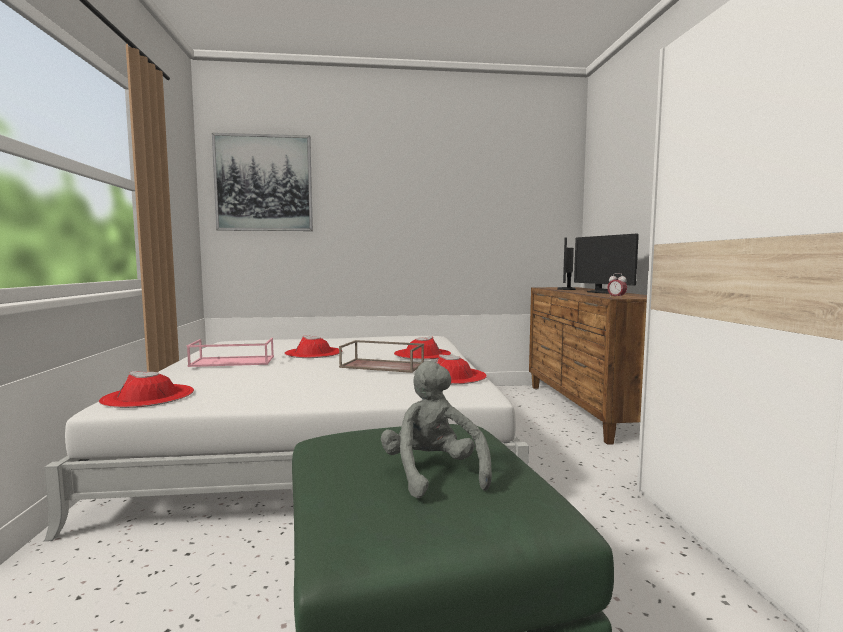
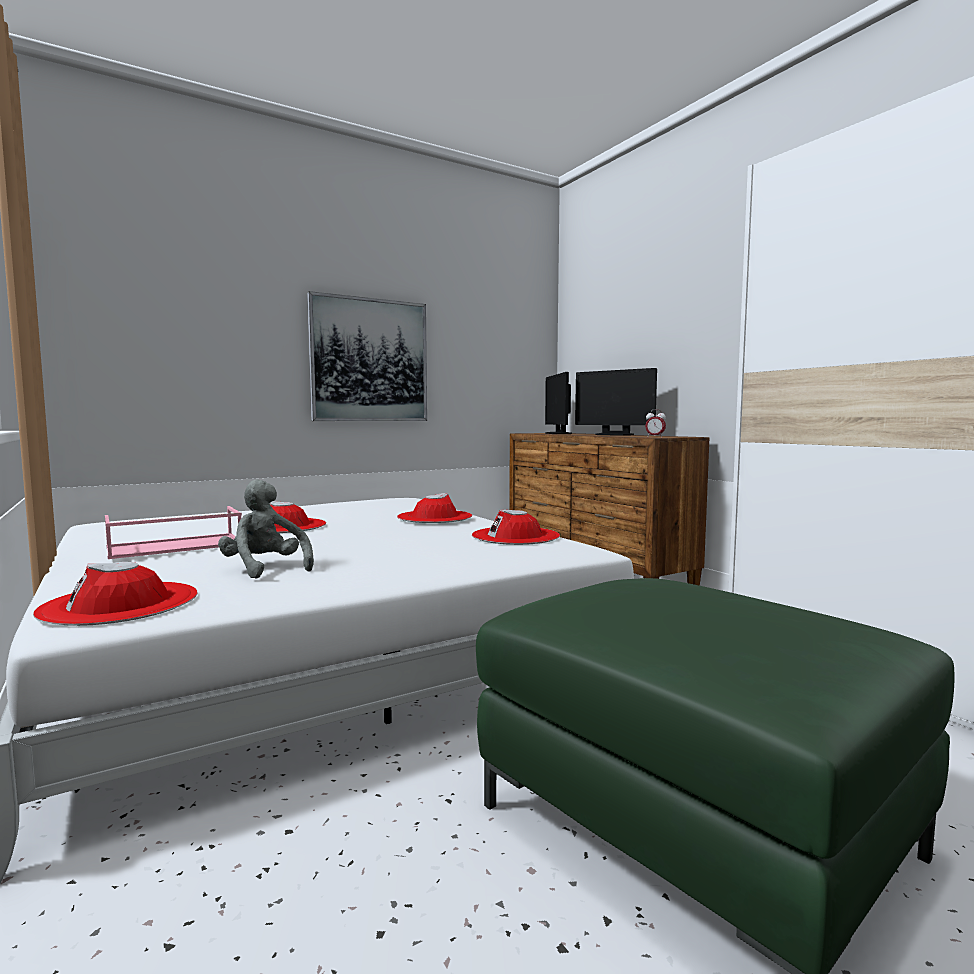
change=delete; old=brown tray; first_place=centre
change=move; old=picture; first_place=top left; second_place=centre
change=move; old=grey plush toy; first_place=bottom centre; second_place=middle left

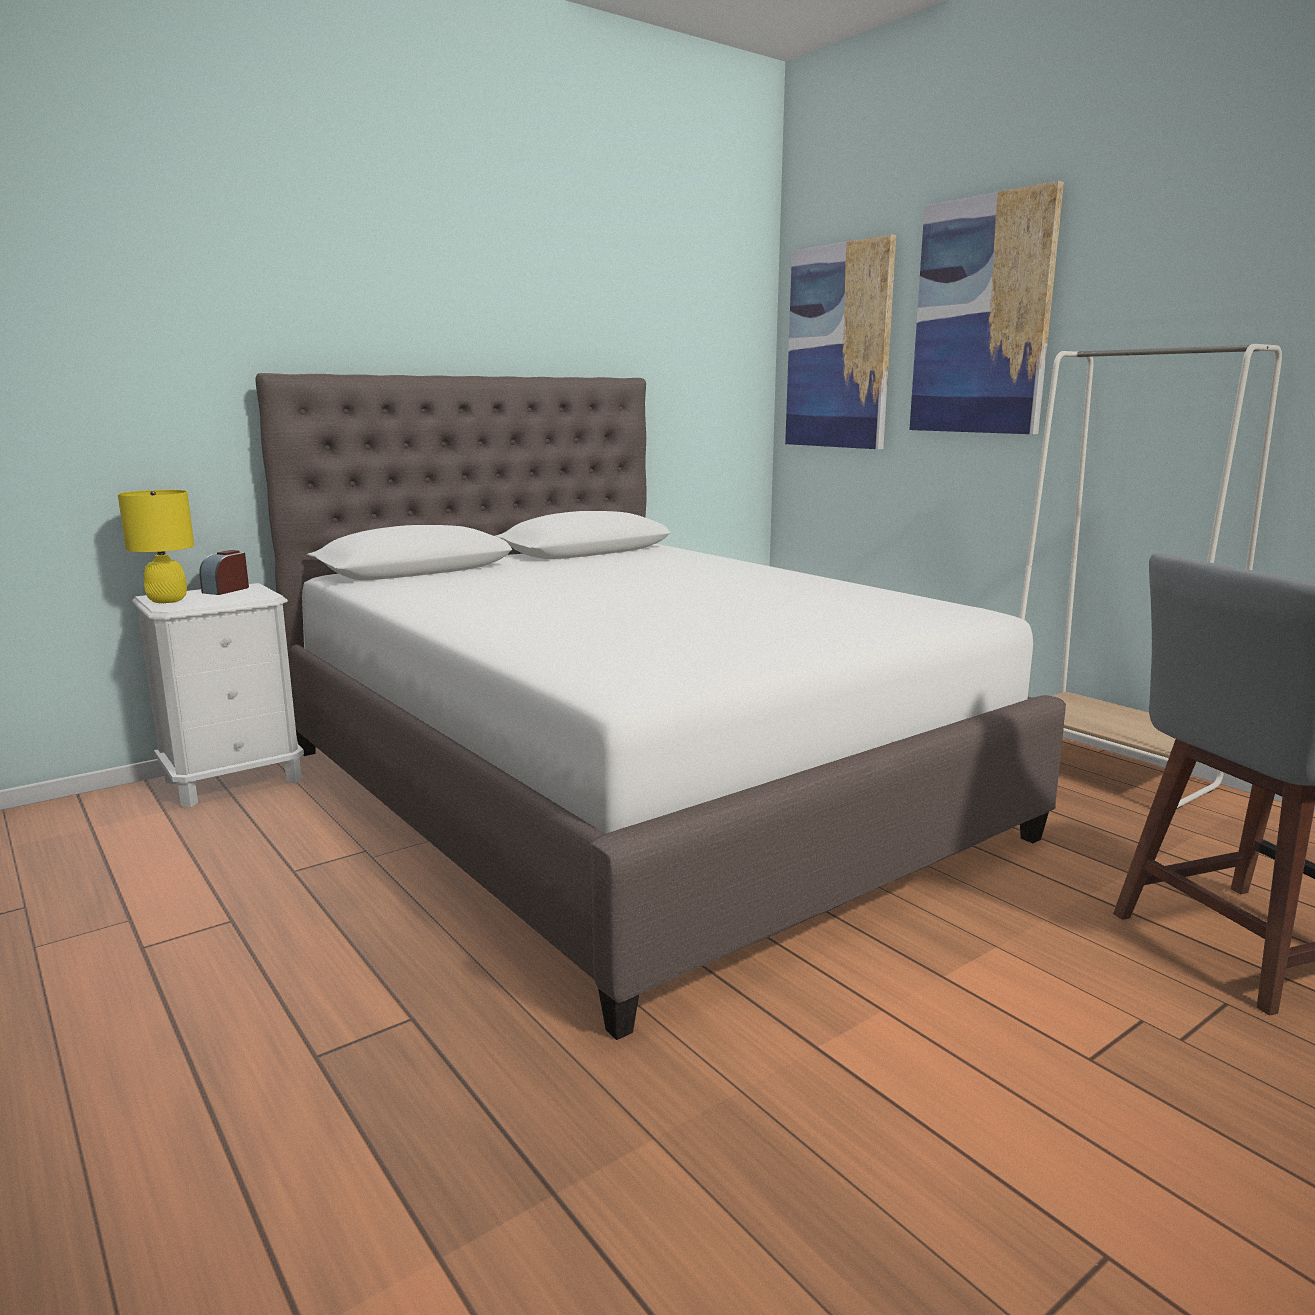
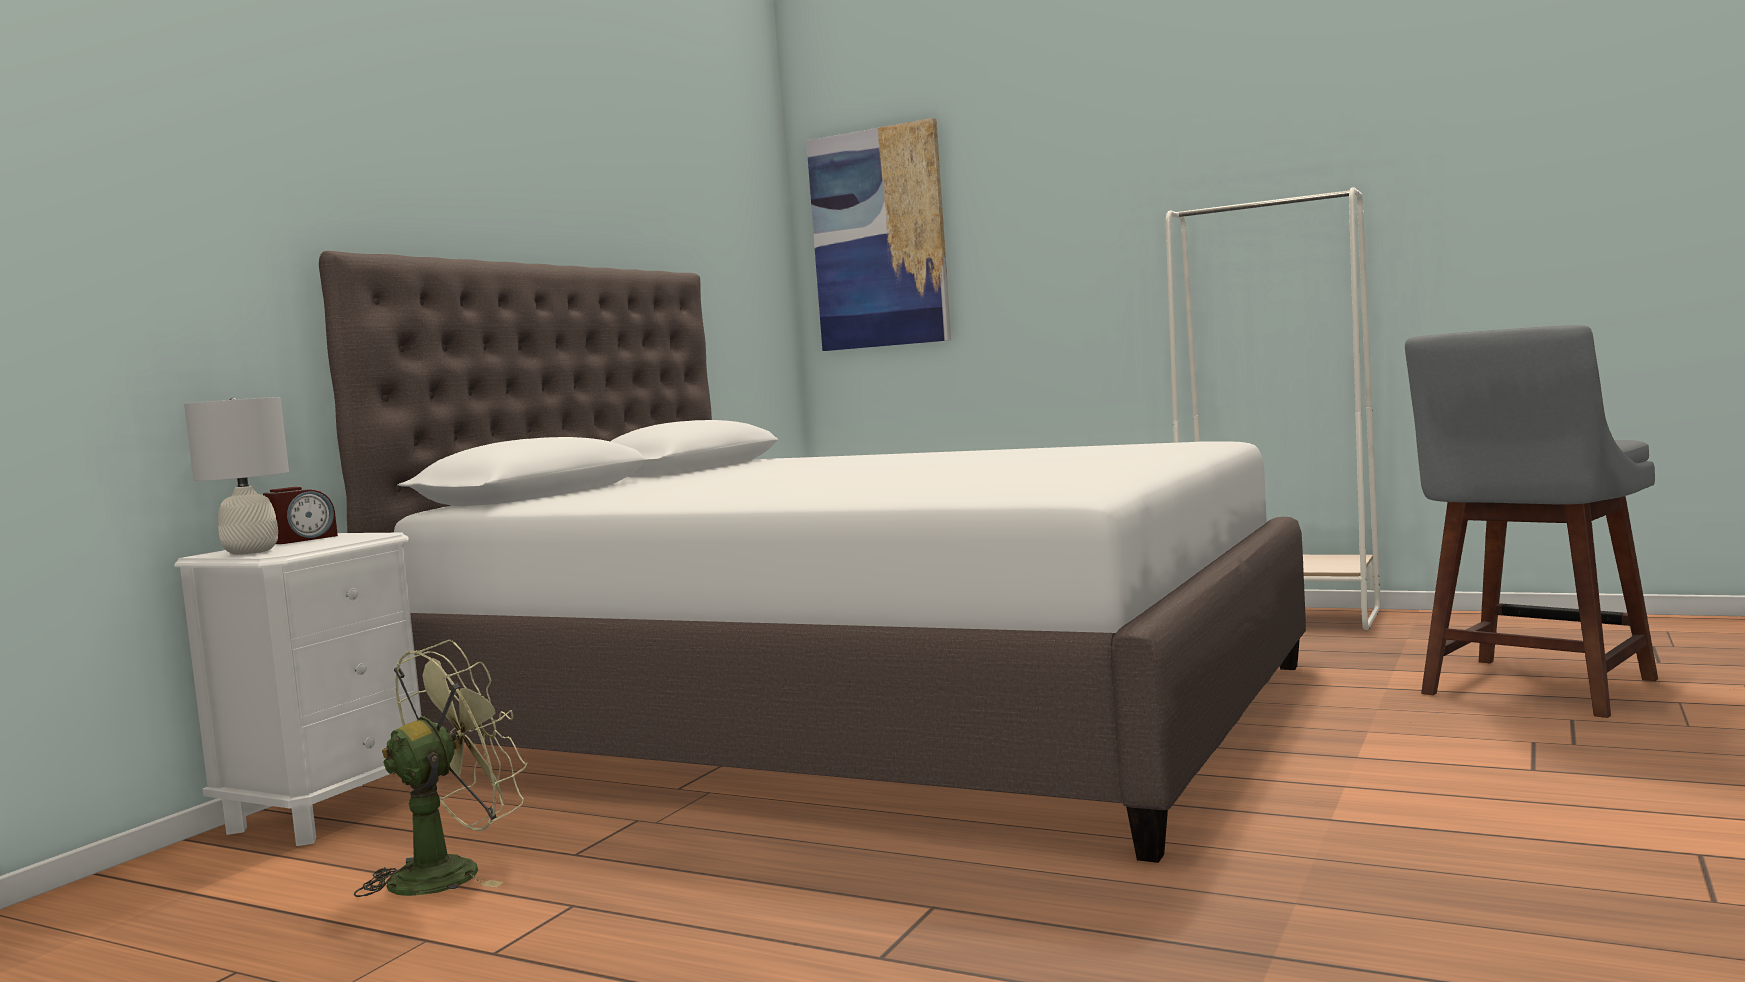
change=delete; old=picture (2nd from left); first_place=top right
change=insert; new=green fan; second_place=bottom left
change=recolor; old=yellow table lamp; new=grey table lamp; first_place=middle left; second_place=middle left
change=rotate; old=alarm clock; first_place=middle left; second_place=middle left; degrees=-135

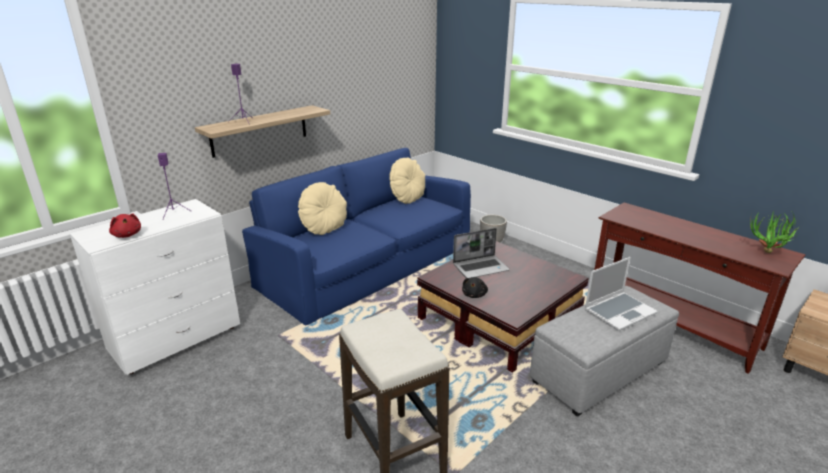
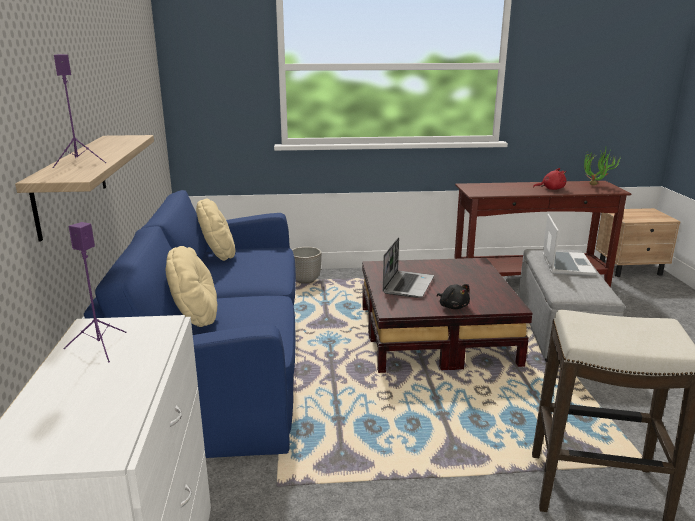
change=move; old=red plush toy; first_place=middle left; second_place=middle right

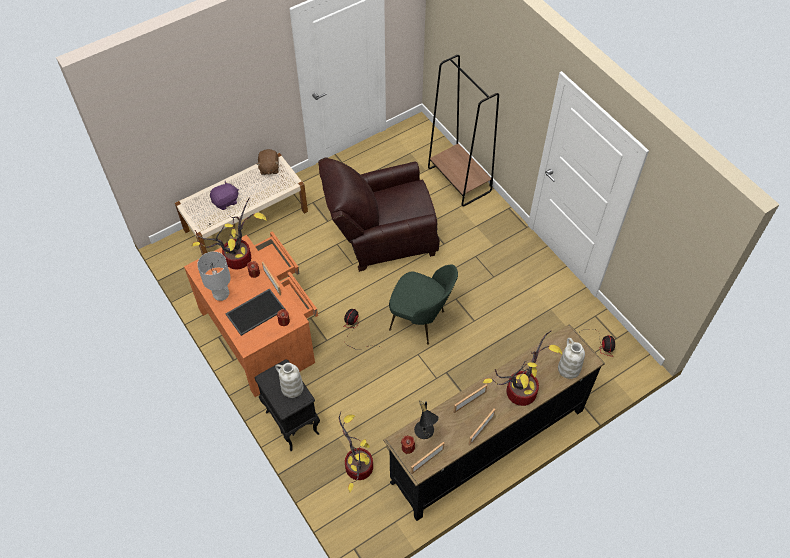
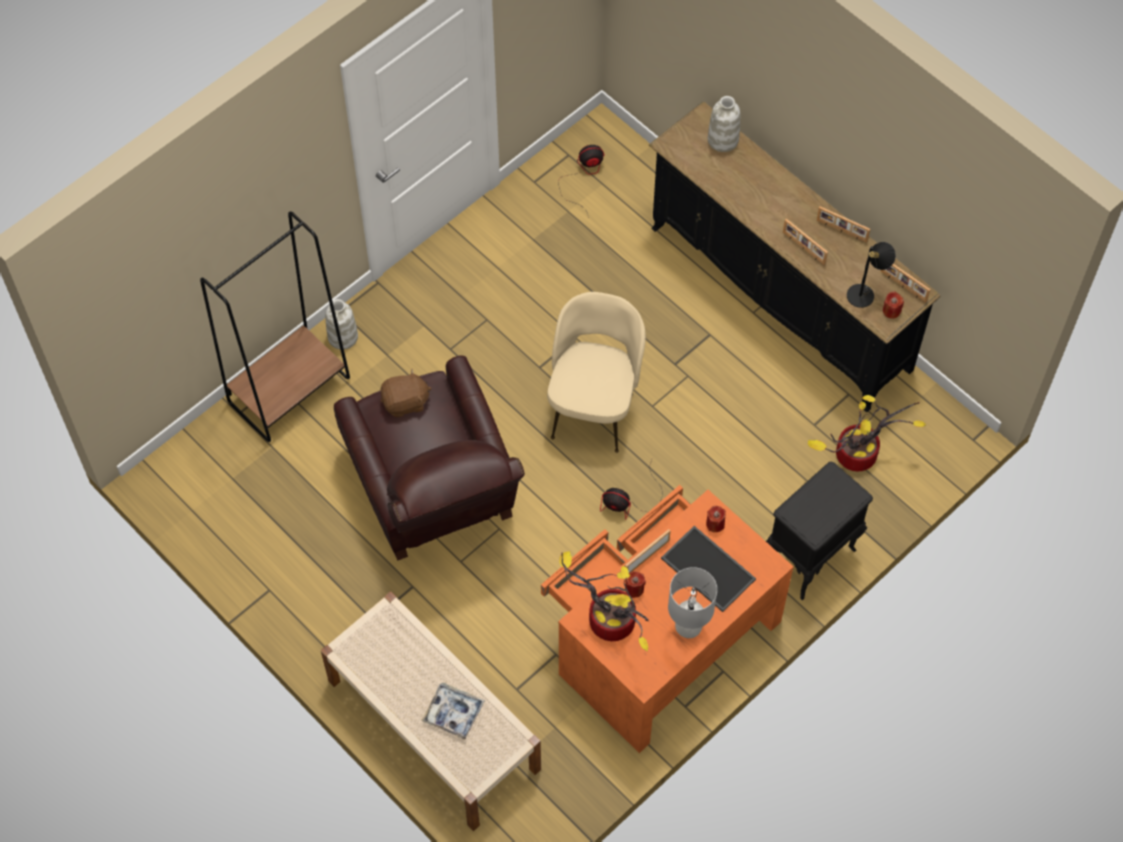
change=delete; old=potted plant (3rd from left); first_place=centre
change=move; old=brown plush toy; first_place=top centre; second_place=centre
change=move; old=white vase (1st from left); first_place=bottom centre; second_place=middle left
change=replace; old=purple plush toy; new=tray (1st from left); first_place=middle left; second_place=bottom centre
change=recolor; old=green chair; new=beige chair; first_place=centre; second_place=centre

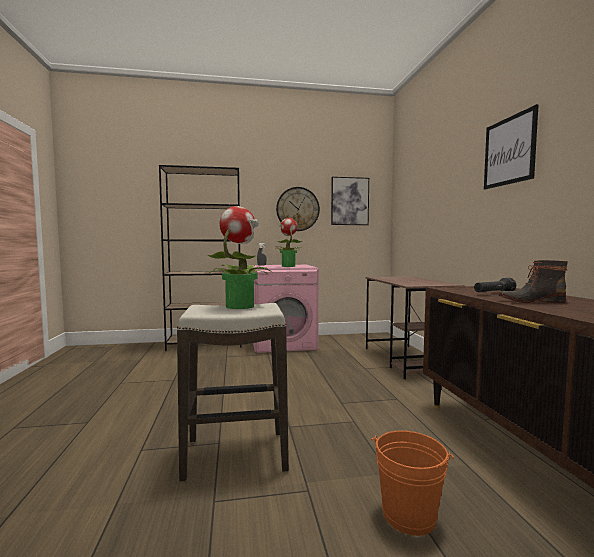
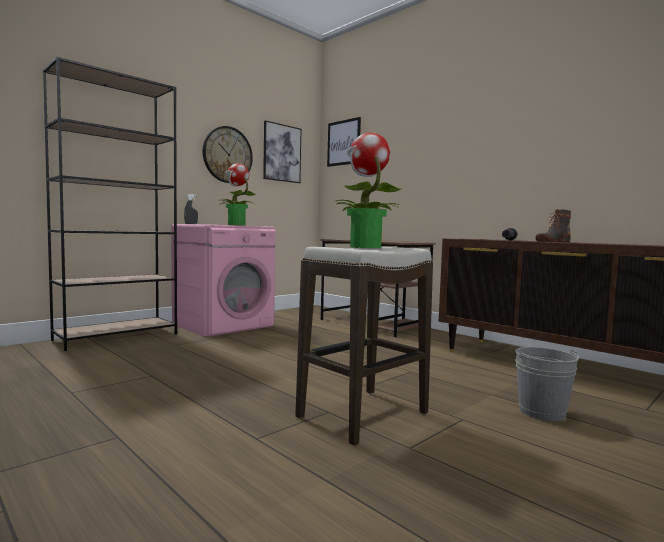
change=move; old=picture (2nd from left); first_place=top right; second_place=top centre
change=recolor; old=orange bucket; new=grey bucket; first_place=bottom right; second_place=bottom right

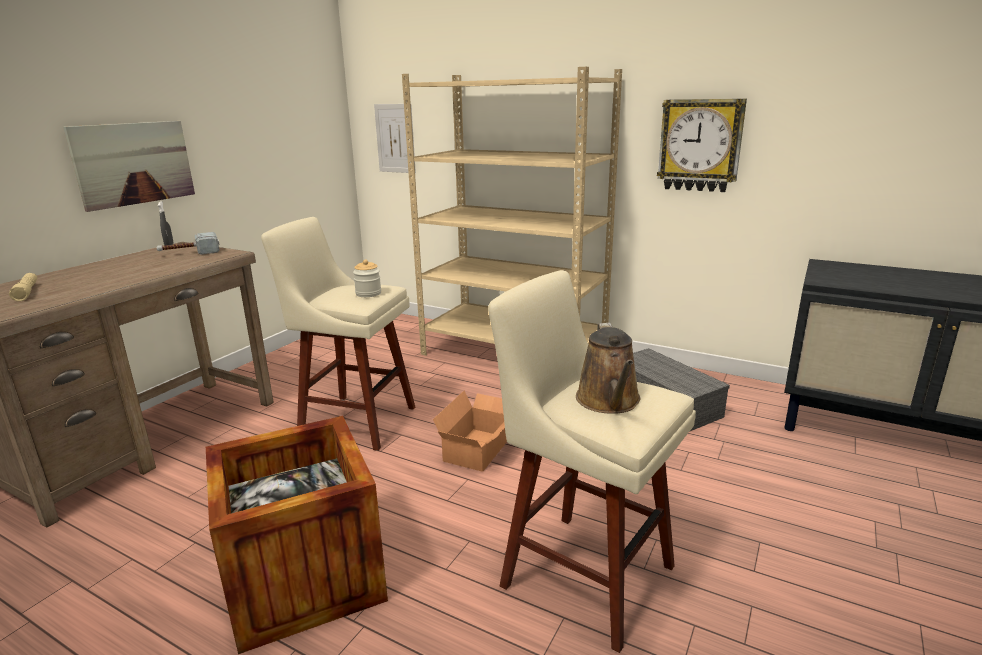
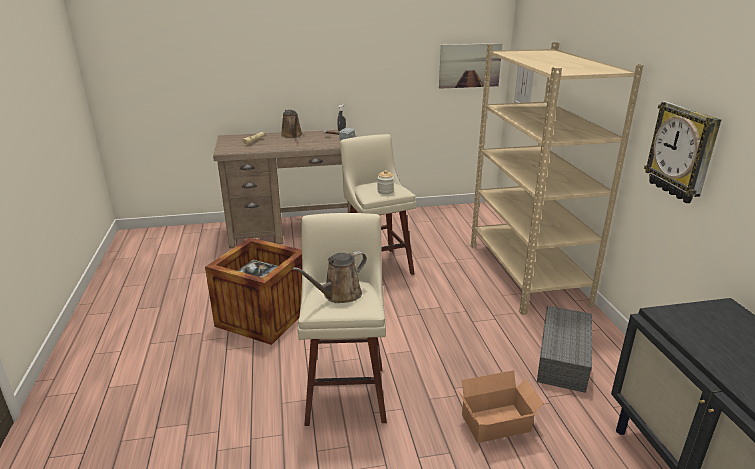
change=insert; new=brown watering can (1st from left); second_place=top centre
change=move; old=picture (1st from left); first_place=top left; second_place=top centre
change=move; old=cardboard box; first_place=centre; second_place=bottom centre

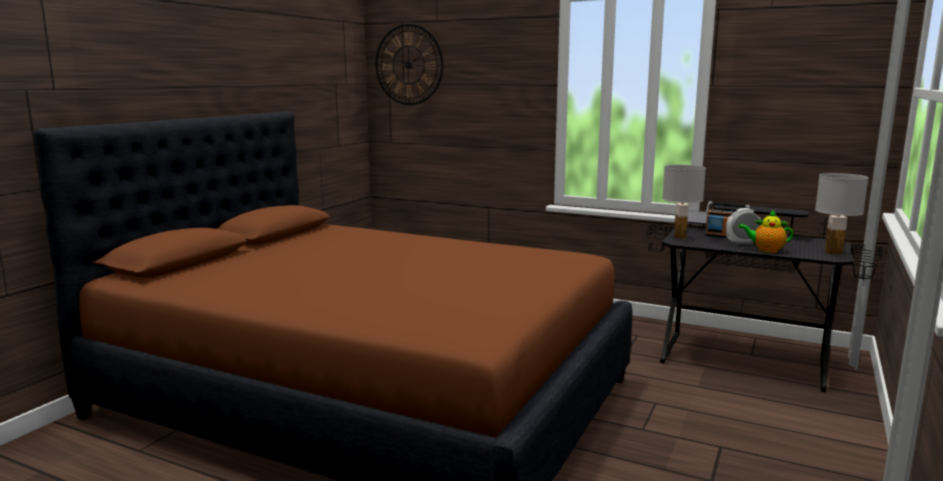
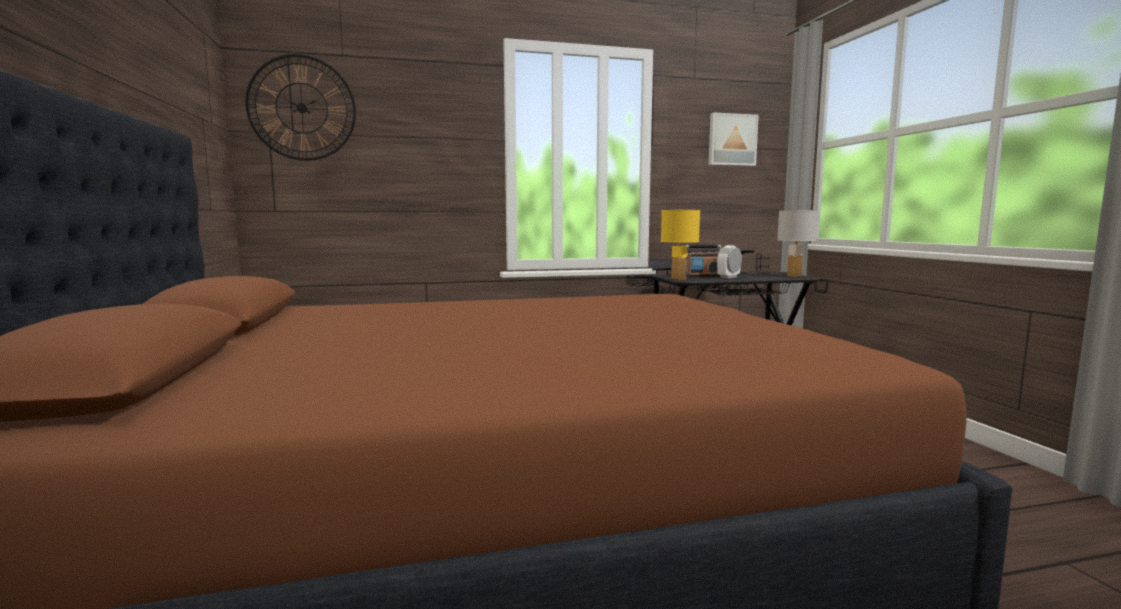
change=delete; old=teapot; first_place=middle right
change=insert; new=picture; second_place=top centre
change=recolor; old=white table lamp (1st from left); new=yellow table lamp; first_place=middle right; second_place=centre

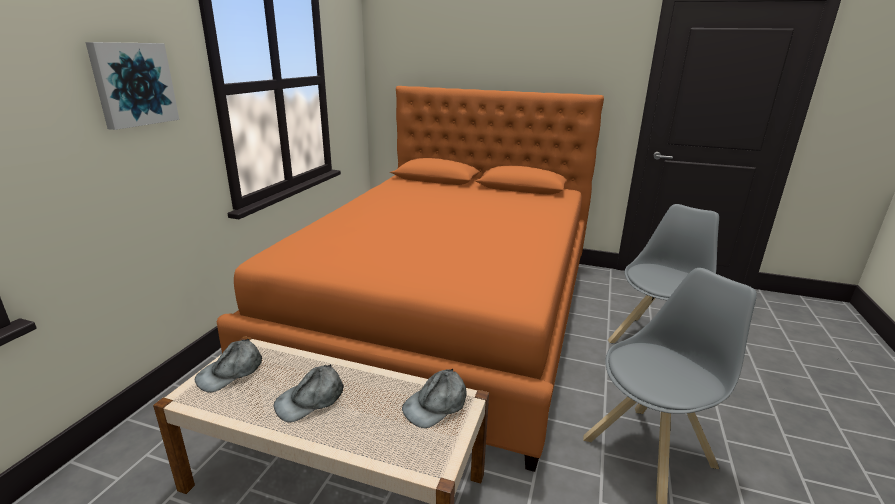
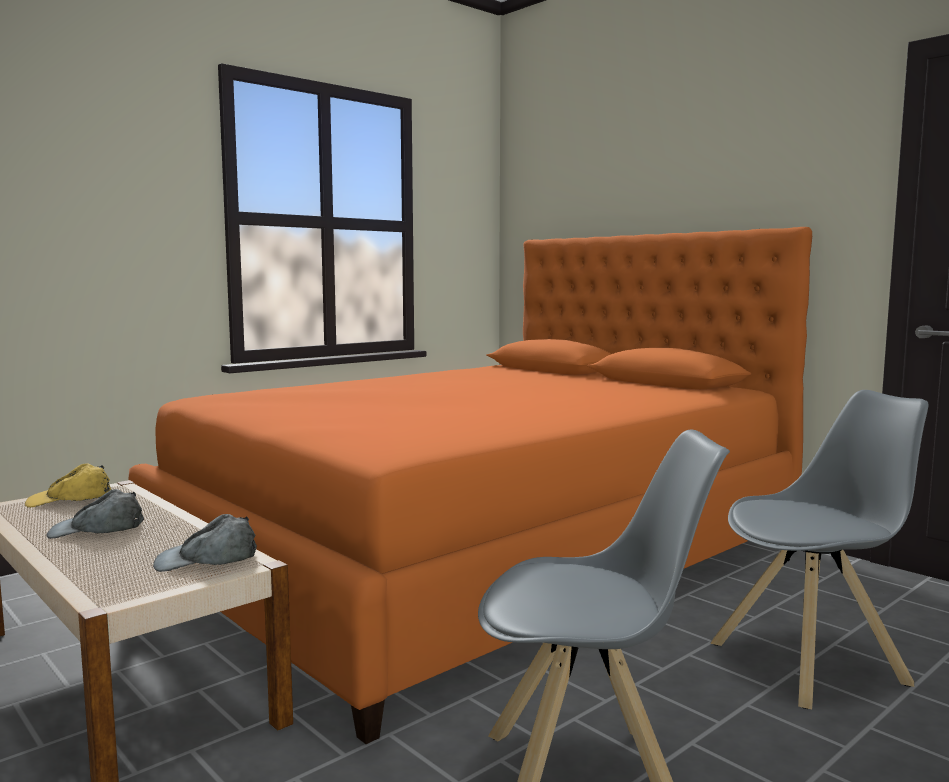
change=delete; old=picture; first_place=top left
change=recolor; old=grey cap (1st from left); new=yellow cap; first_place=bottom left; second_place=middle left

